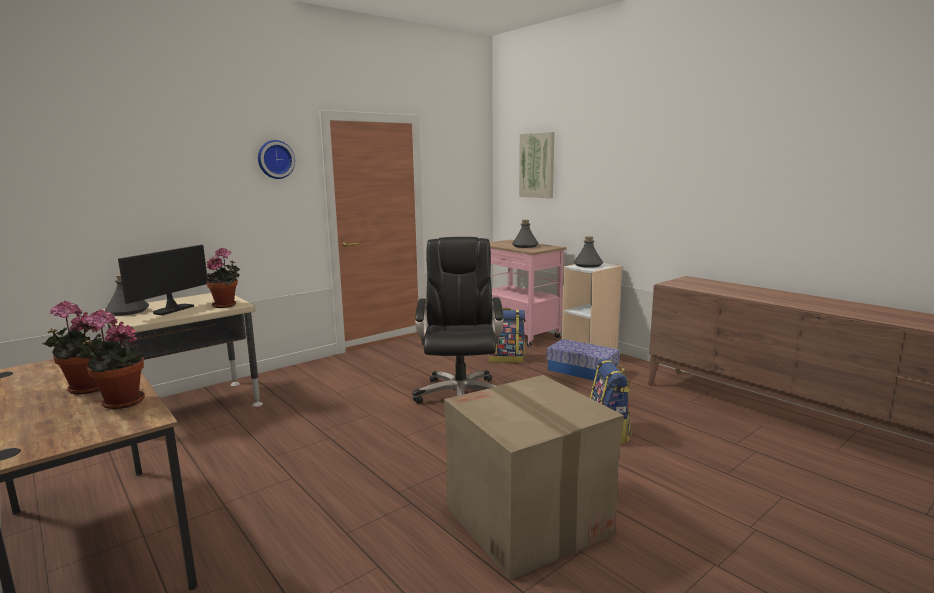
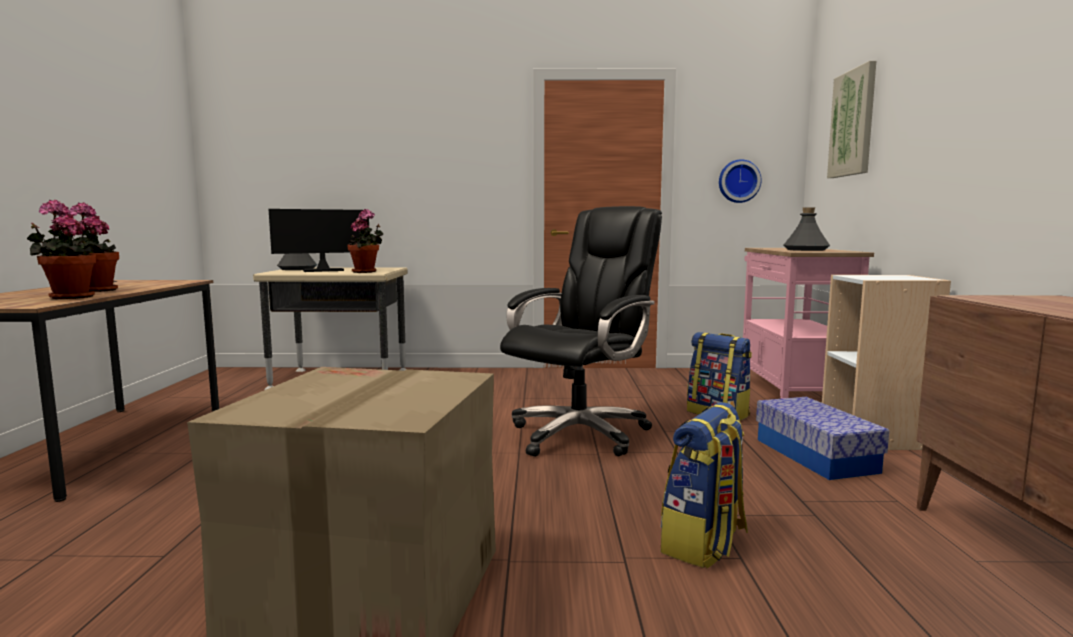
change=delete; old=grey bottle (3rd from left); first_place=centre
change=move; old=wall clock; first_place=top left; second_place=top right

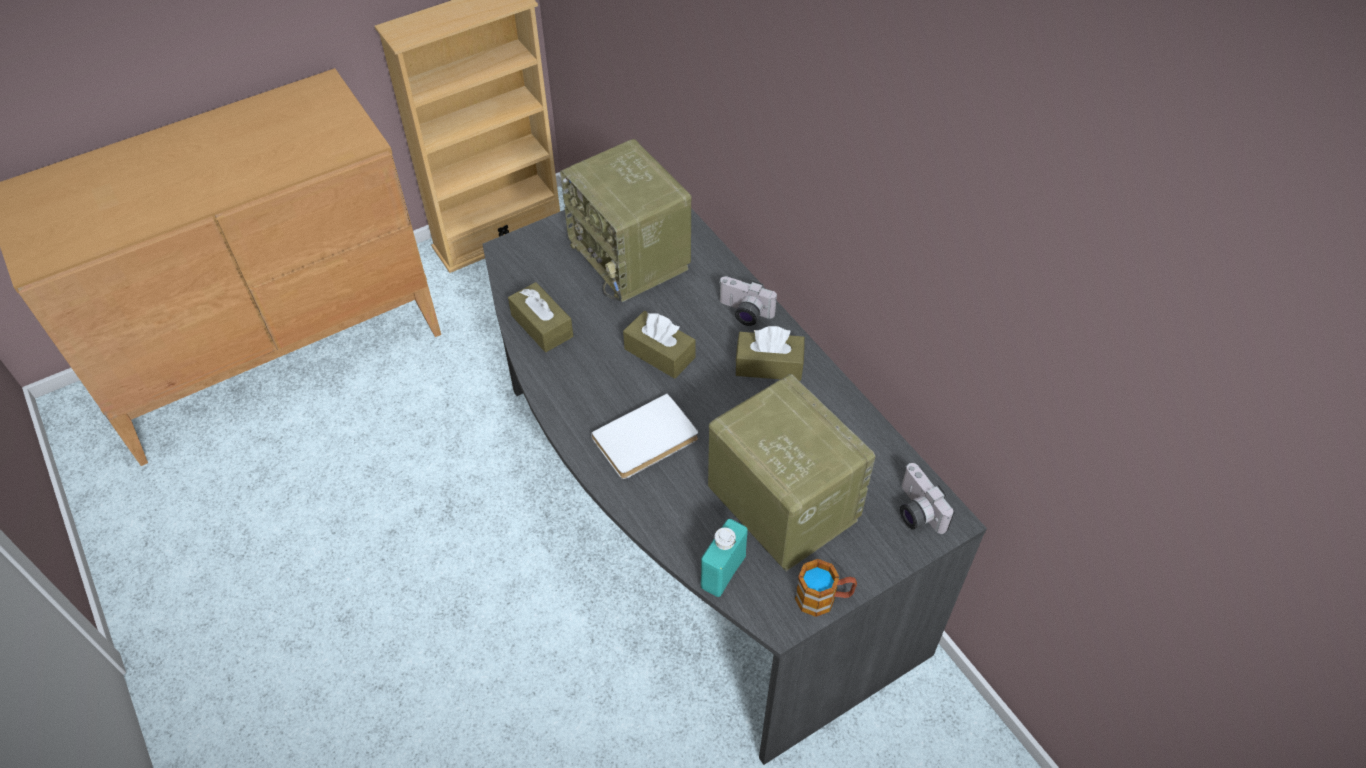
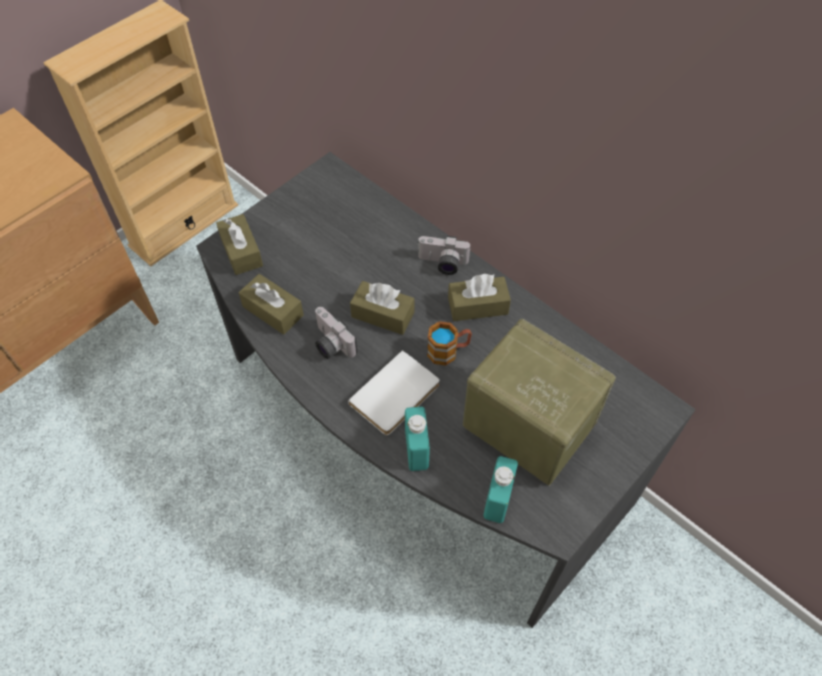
change=delete; old=radio (1st from left); first_place=top centre
change=insert; new=brown tissue box (1st from left); second_place=middle left
change=insert; new=turquoise bottle (1st from left); second_place=centre
change=move; old=mug; first_place=bottom centre; second_place=centre
change=move; old=photo camera (2nd from left in the first image); new=photo camera (1st from left); first_place=middle right; second_place=centre

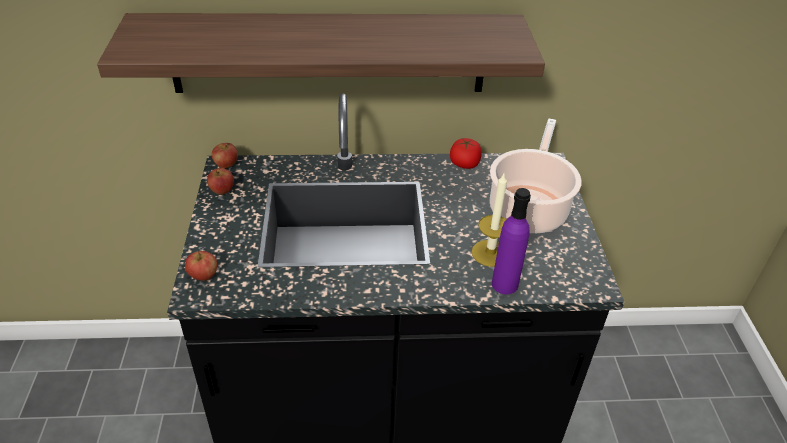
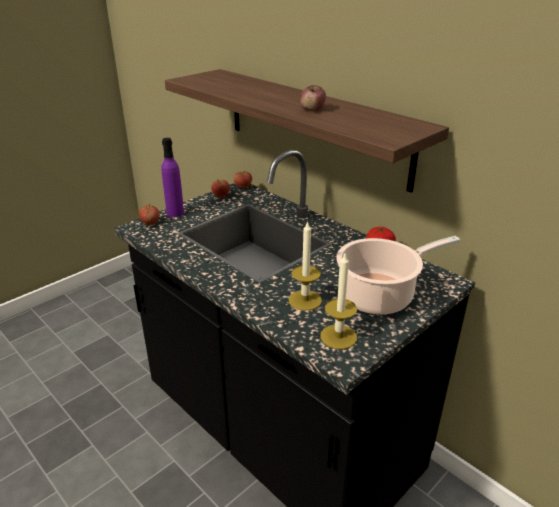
change=insert; new=apple (4th from left); second_place=top centre
change=insert; new=candle (2nd from left); second_place=centre
change=move; old=purple bottle; first_place=centre; second_place=middle left

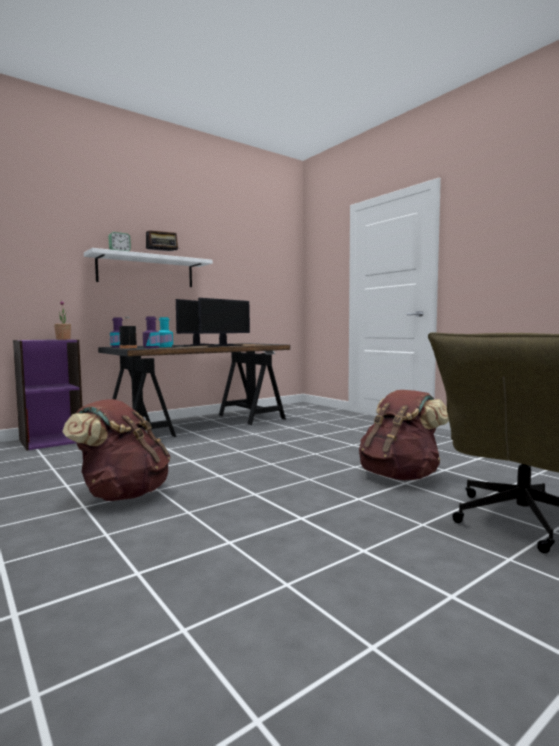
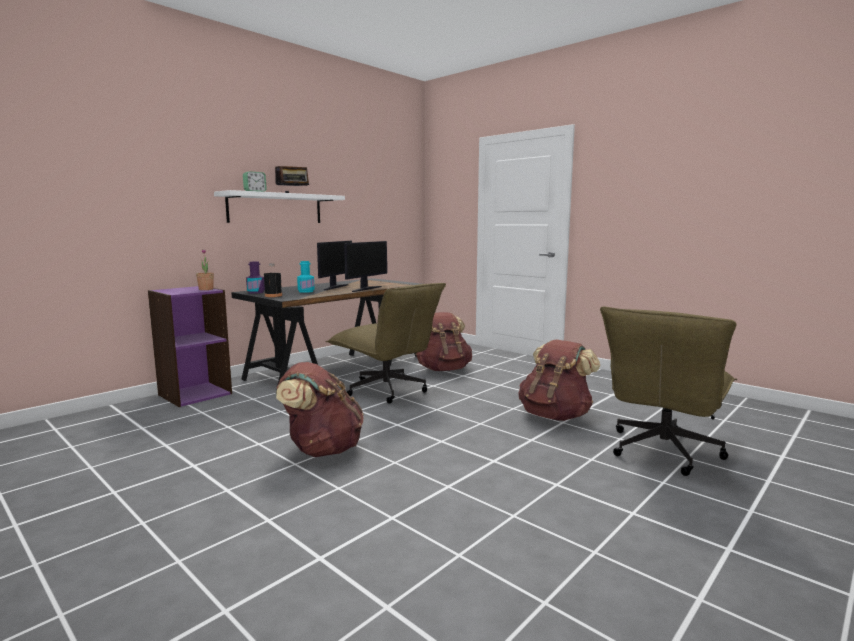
change=delete; old=purple bottle (2nd from left); first_place=middle left
change=insert; new=beige office chair (1st from left); second_place=centre
change=insert; new=brown backpack (2nd from left); second_place=centre

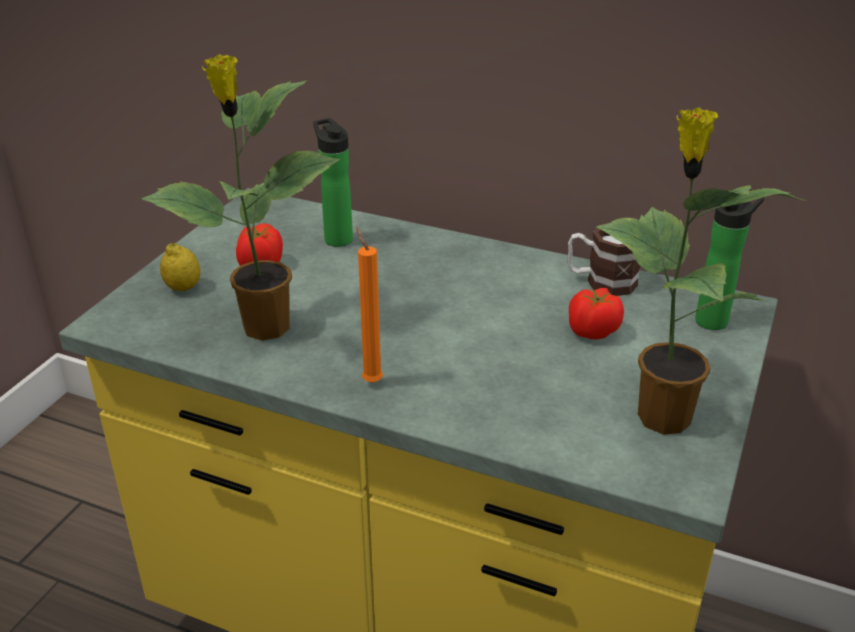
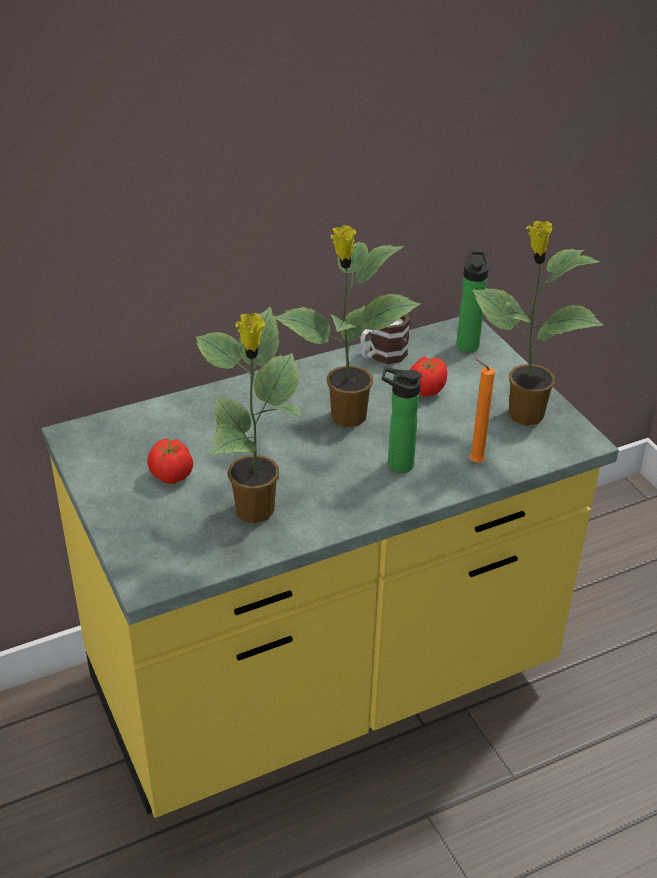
change=delete; old=lemon; first_place=middle left
change=insert; new=potted plant (2nd from left); second_place=centre
change=move; old=bottle (1st from left); first_place=top centre; second_place=centre
change=move; old=orange candle; first_place=centre; second_place=middle right

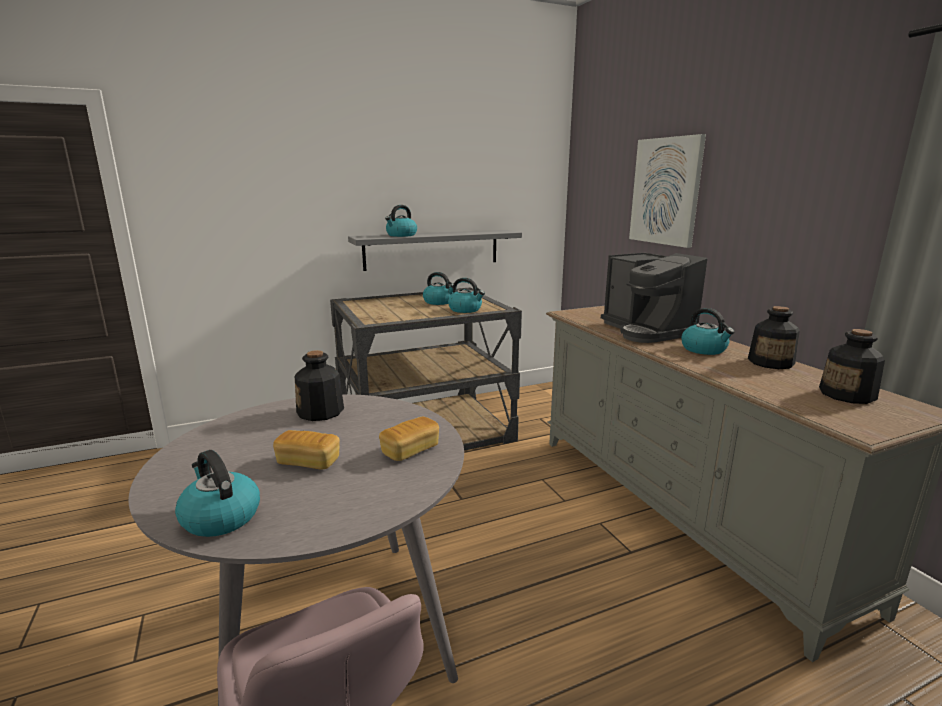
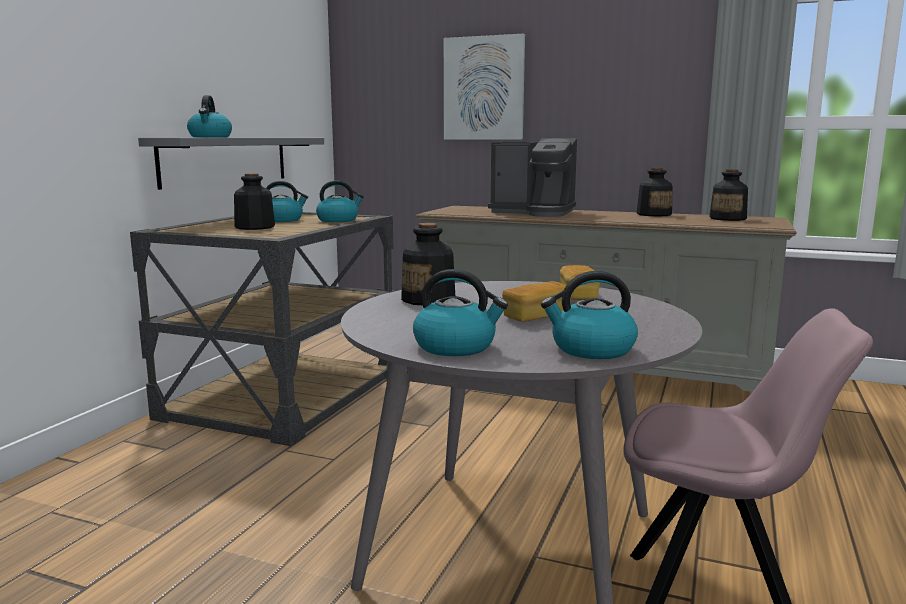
change=insert; new=bottle (1st from left); second_place=top left
change=move; old=kettle (5th from left in the first image); new=kettle (4th from left); first_place=middle right; second_place=centre

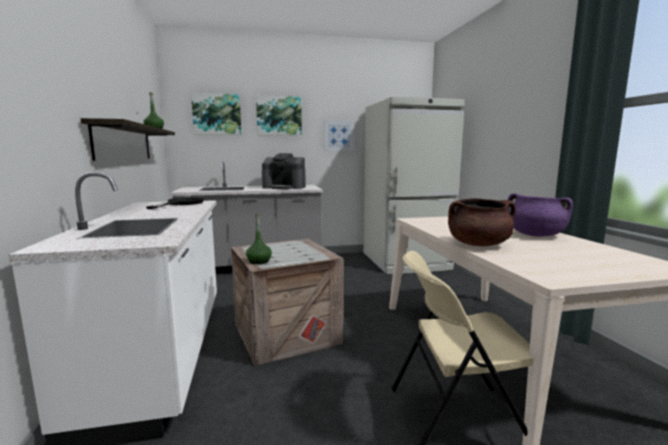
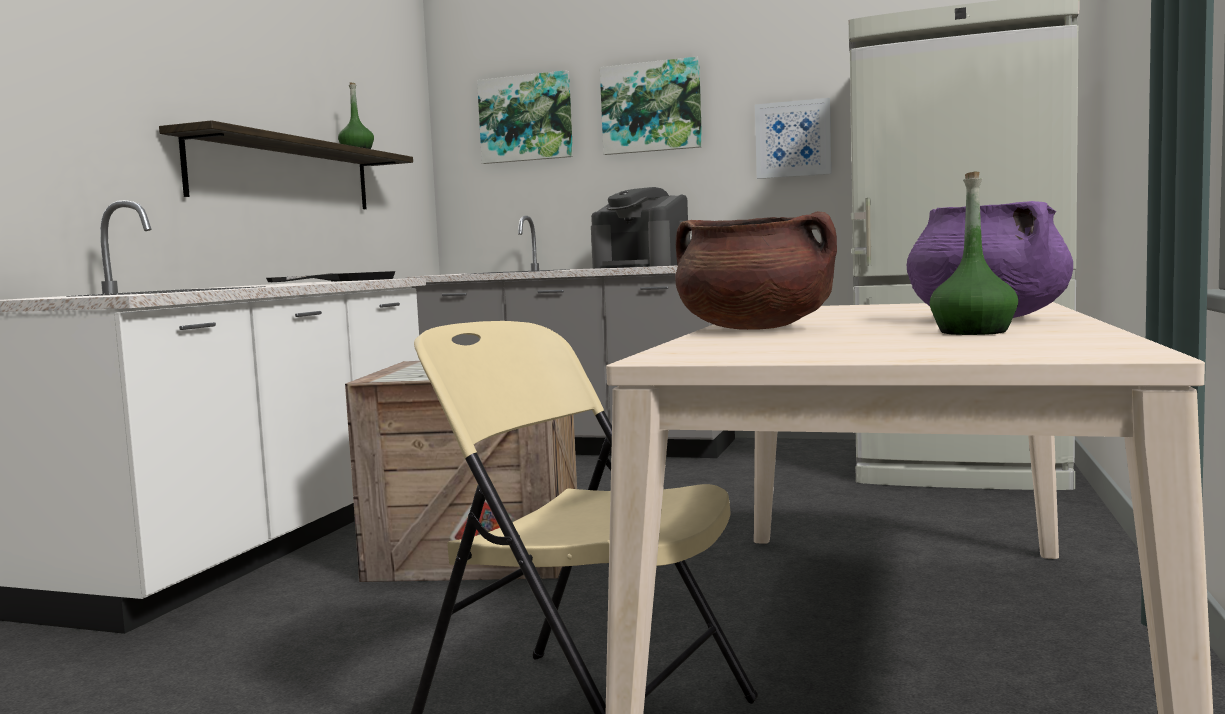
change=move; old=green bottle (2nd from left); first_place=centre; second_place=middle right

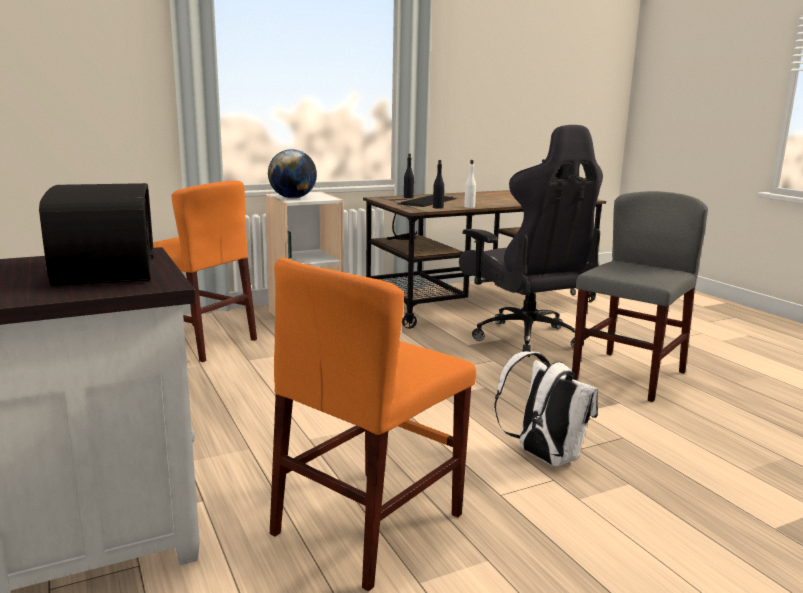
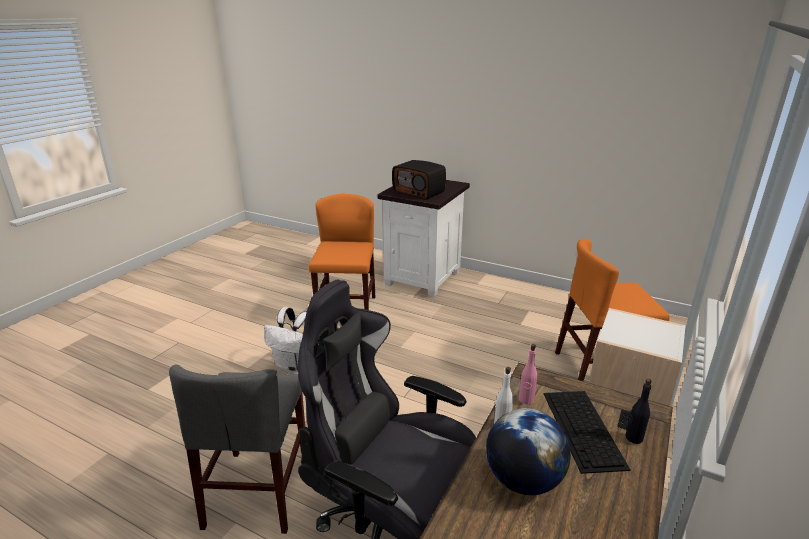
change=move; old=globe; first_place=top centre; second_place=bottom centre
change=recolor; old=black bottle (2nd from left); new=pink bottle; first_place=top centre; second_place=bottom centre

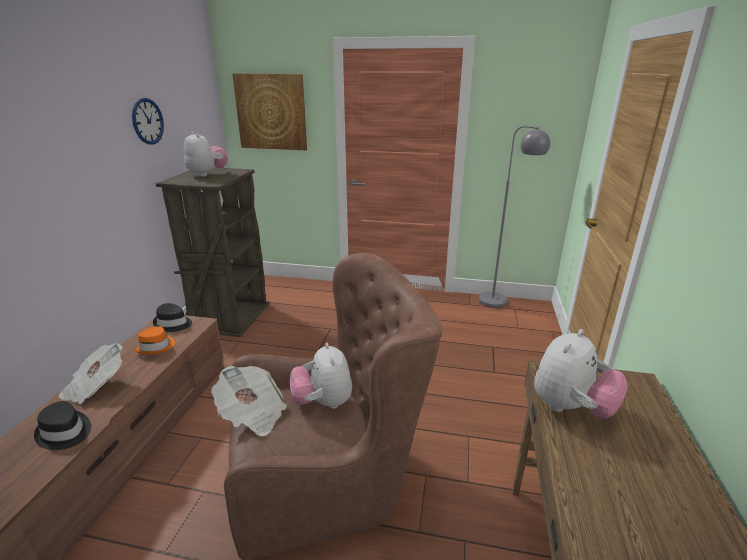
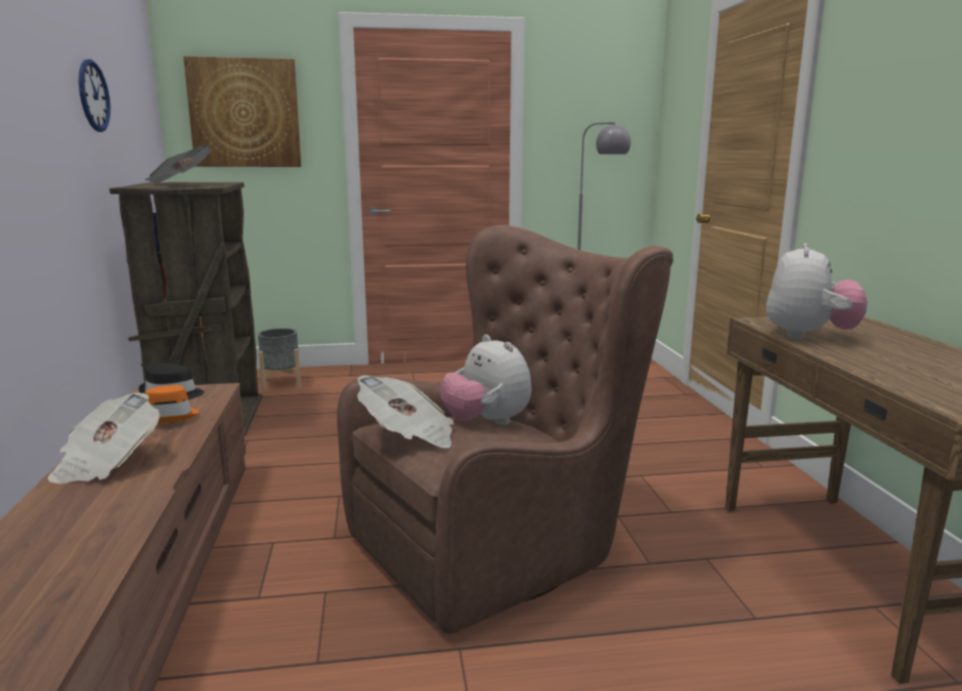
change=delete; old=black hat (1st from left); first_place=bottom left
change=insert; new=grey planter; second_place=middle left
change=replace; old=plush toy (1st from left); new=newspaper (2nd from left); first_place=top left; second_place=top left

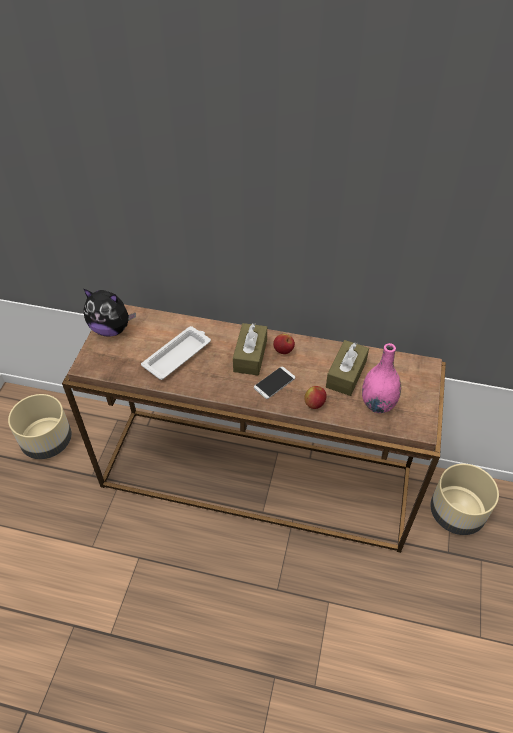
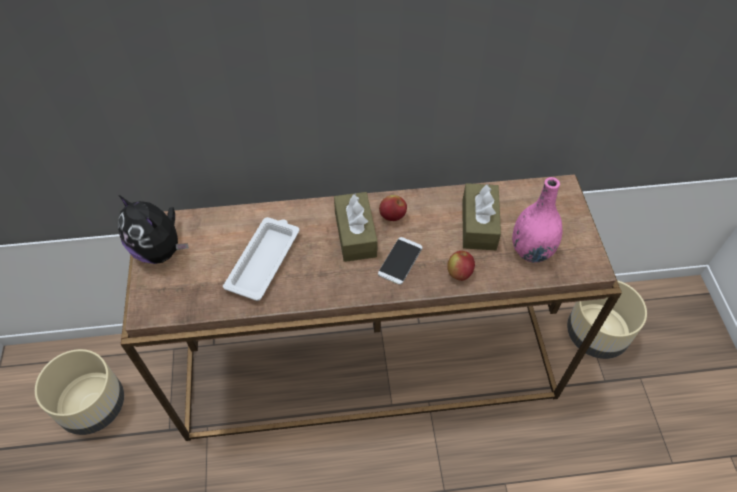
change=rotate; old=plush toy; first_place=middle left; second_place=middle left; degrees=45

